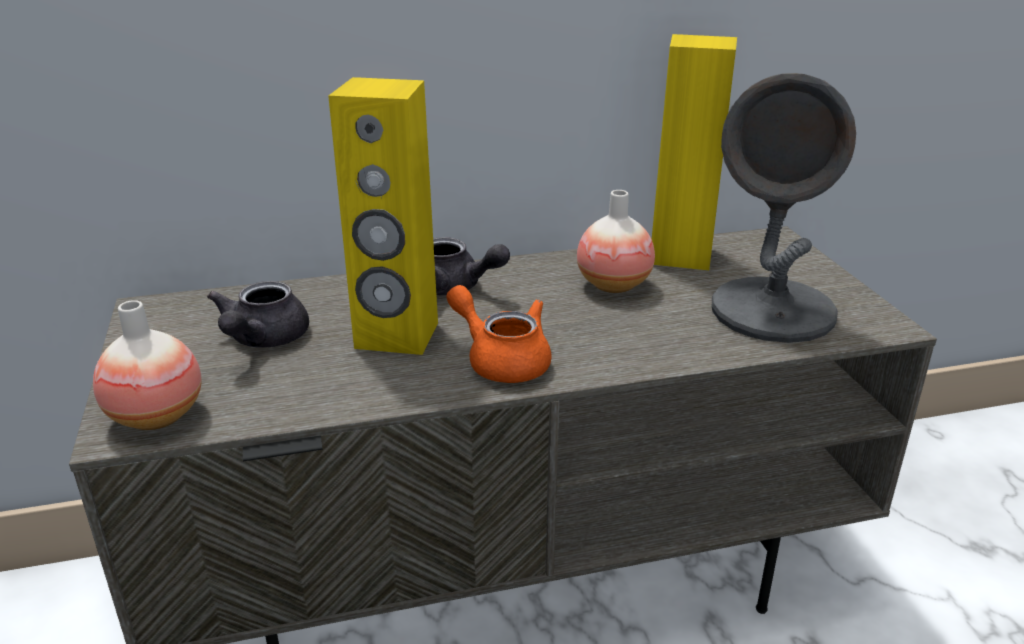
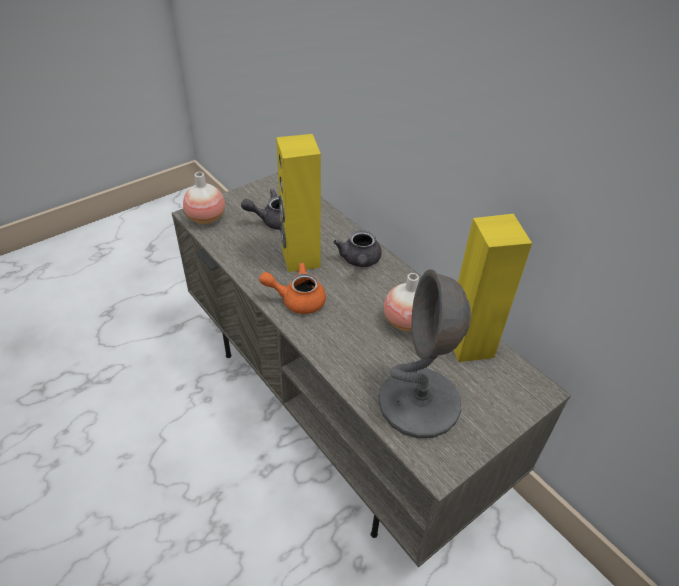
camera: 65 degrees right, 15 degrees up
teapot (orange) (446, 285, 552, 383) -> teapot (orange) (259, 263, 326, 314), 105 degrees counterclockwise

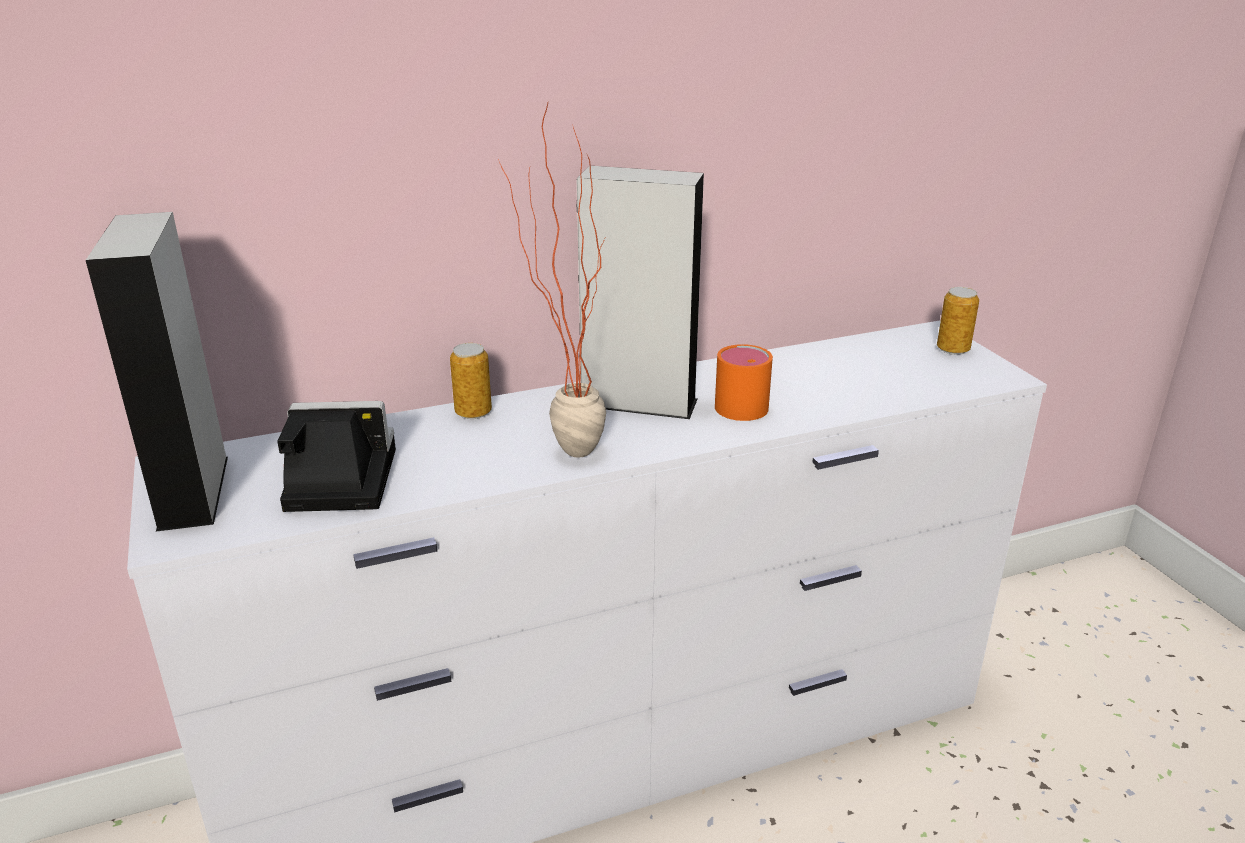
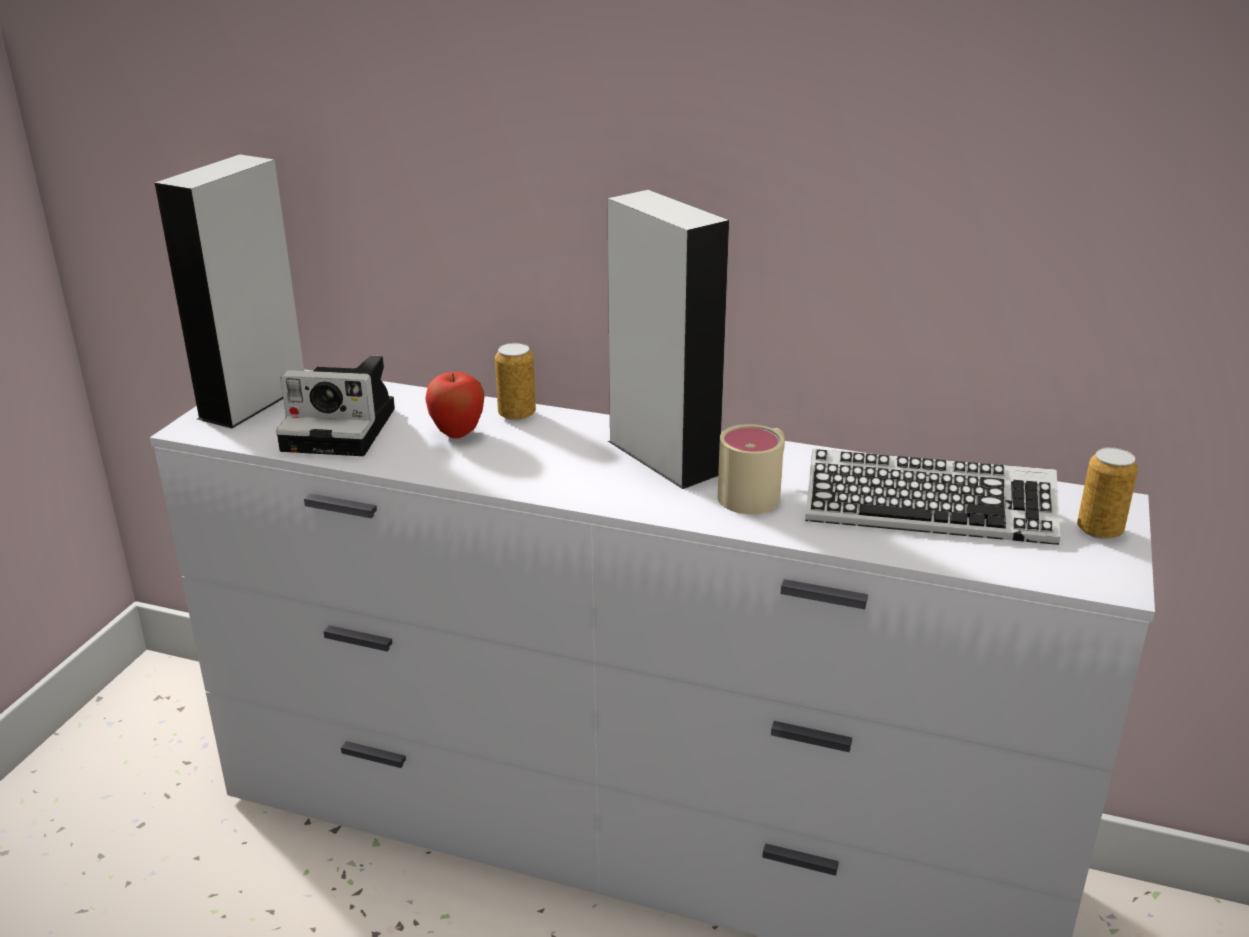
camera: 40 degrees right, 0 degrees up
photo camera (277, 401, 396, 512) -> photo camera (276, 356, 395, 456), 150 degrees clockwise
potted plant (498, 103, 606, 458) -> none
mug (orange) (715, 344, 773, 421) -> mug (beige) (718, 424, 785, 514)
none -> apple (425, 372, 485, 439)
none -> keyboard (805, 449, 1060, 545)

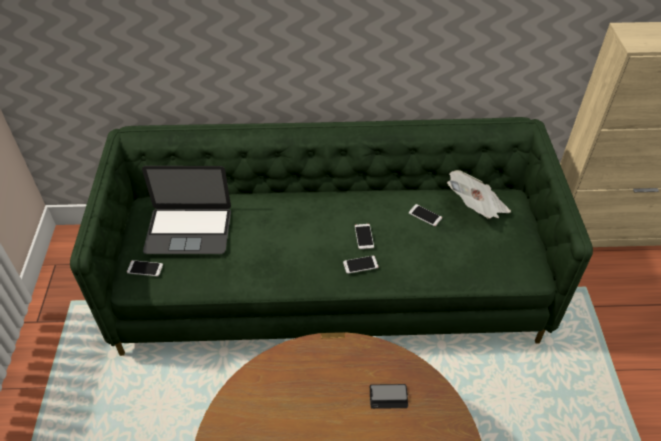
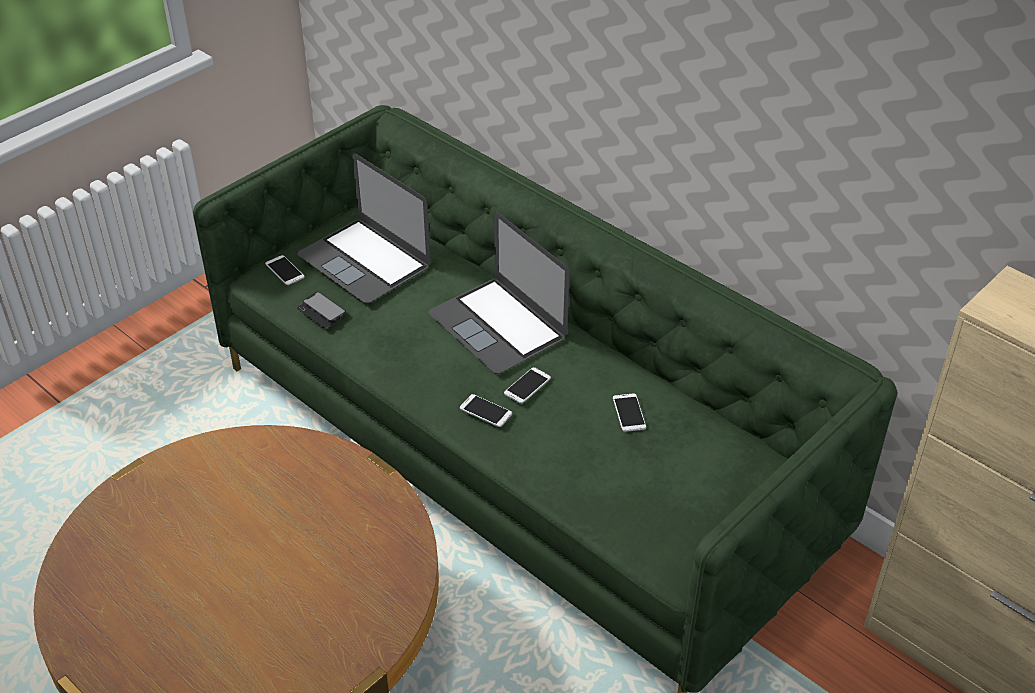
camera: 45 degrees right, 5 degrees down
phone (370, 384, 408, 409) -> phone (297, 292, 346, 328), move
newspaper (447, 170, 511, 219) -> none
none -> laptop (428, 212, 570, 374)

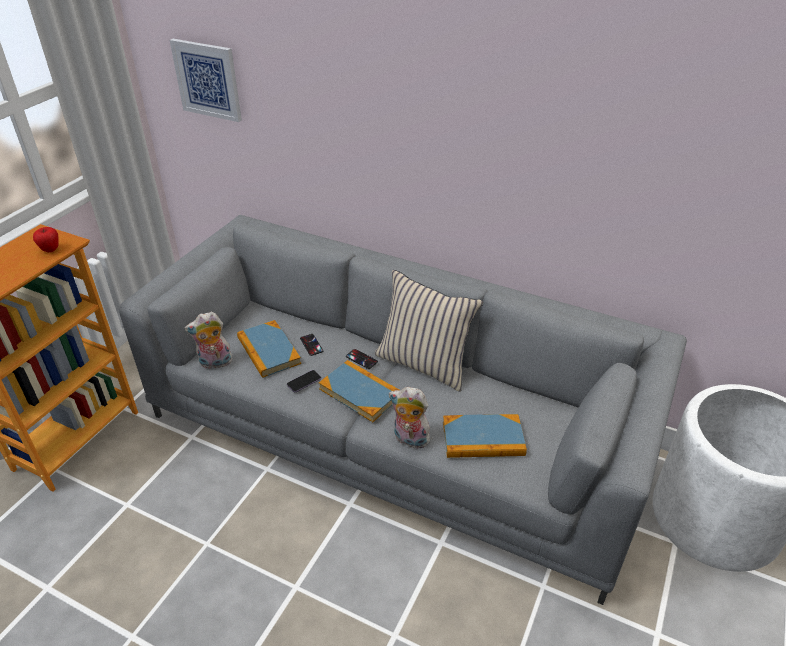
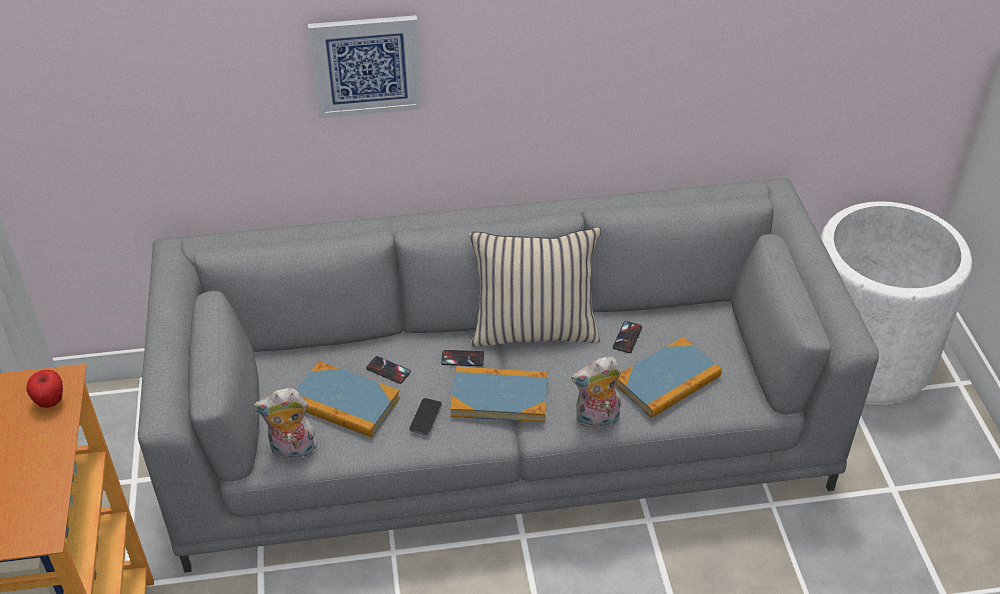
camera: 35 degrees left, 5 degrees up
picture (170, 39, 242, 122) -> picture (308, 15, 422, 118), move
plush toy (185, 312, 233, 369) -> plush toy (253, 388, 319, 460), 45 degrees clockwise
none -> phone (613, 321, 642, 353)

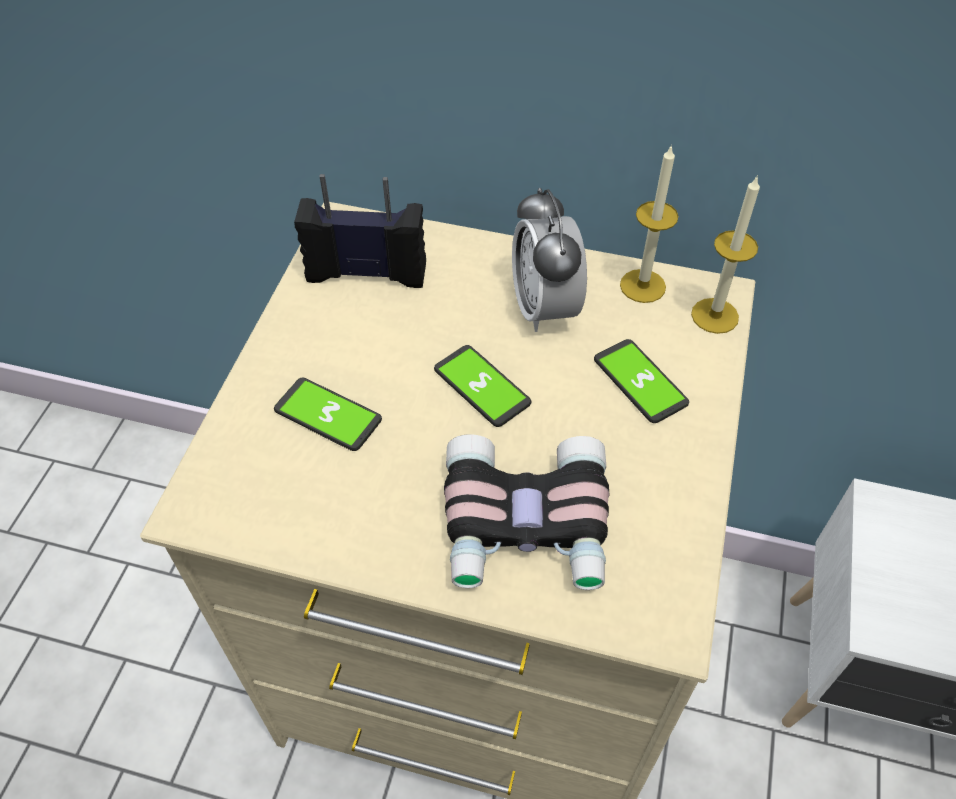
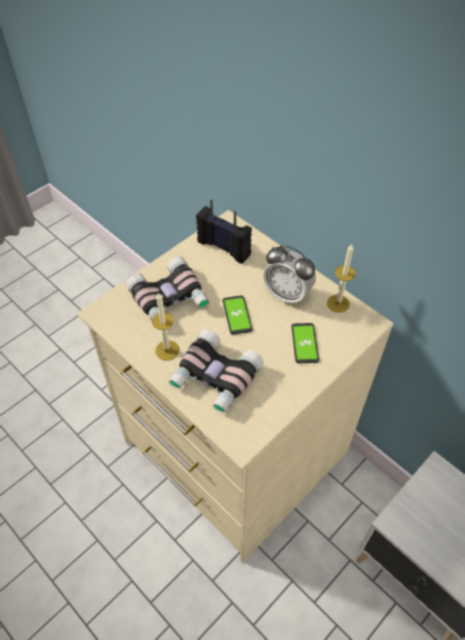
camera: 30 degrees right, 0 degrees up
phone (274, 378, 382, 451) -> binoculars (125, 256, 209, 321)
alarm clock (512, 188, 587, 332) -> alarm clock (263, 245, 316, 306), 75 degrees counterclockwise
candle (691, 175, 760, 334) -> candle (152, 292, 179, 360), move

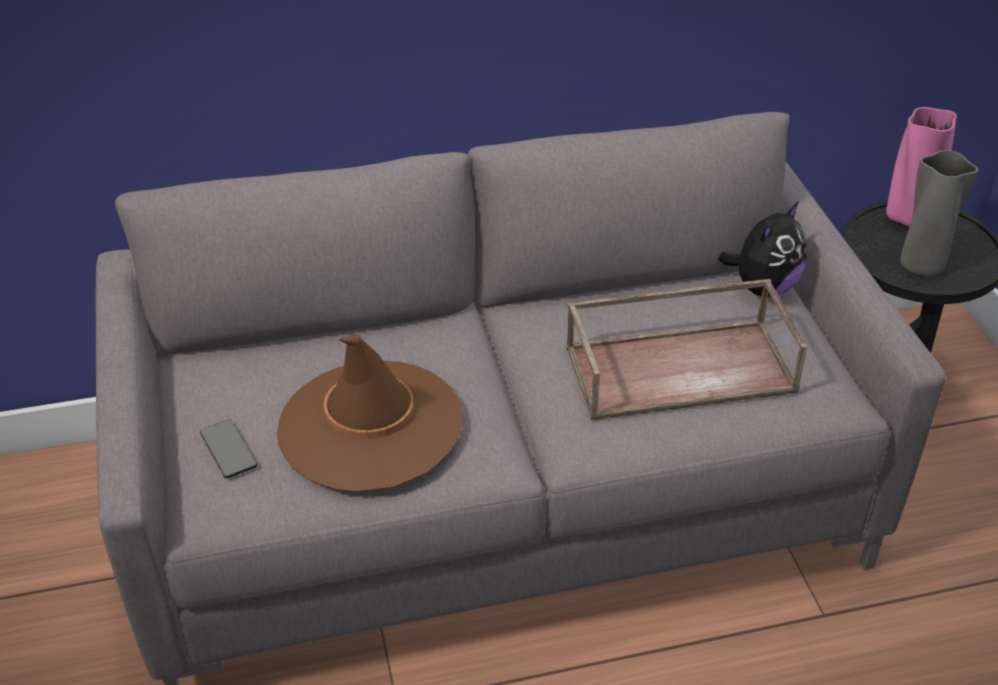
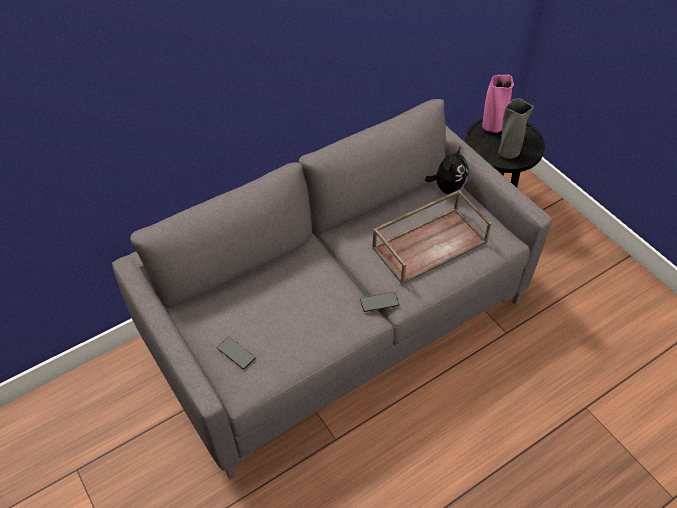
camera: 20 degrees left, 10 degrees up
hat (brown) (277, 334, 463, 492) -> none
none -> phone (360, 292, 399, 312)

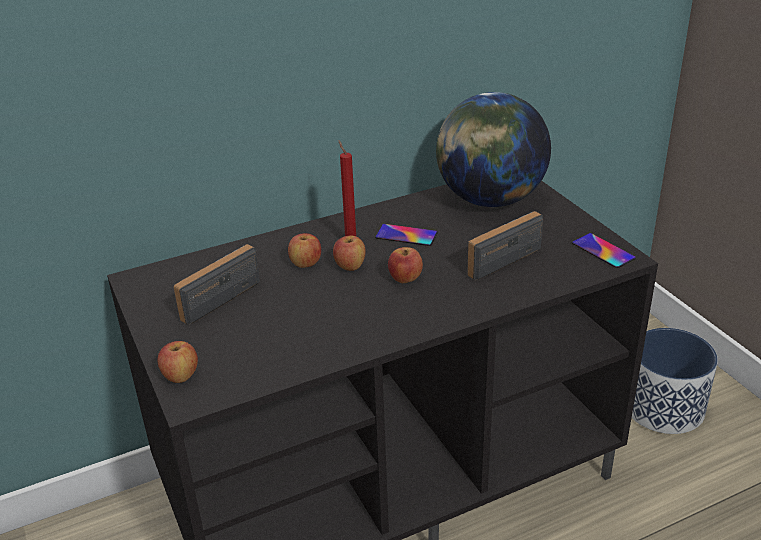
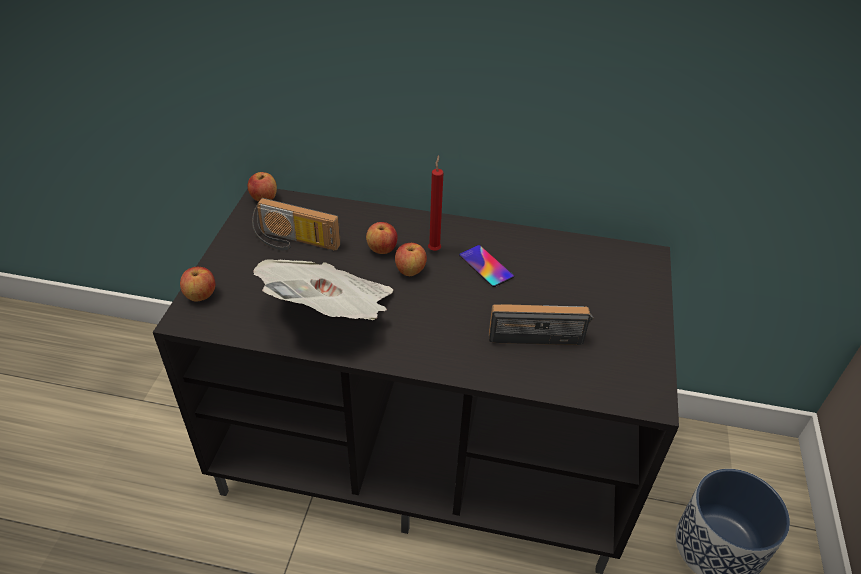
camera: 35 degrees right, 10 degrees up
radio (174, 244, 260, 325) -> radio (252, 198, 341, 250), 150 degrees counterclockwise
apple (388, 247, 423, 283) -> apple (248, 172, 277, 202), move
globe (436, 92, 551, 207) -> none
phone (572, 233, 636, 268) -> none
none -> newspaper (253, 259, 393, 320)

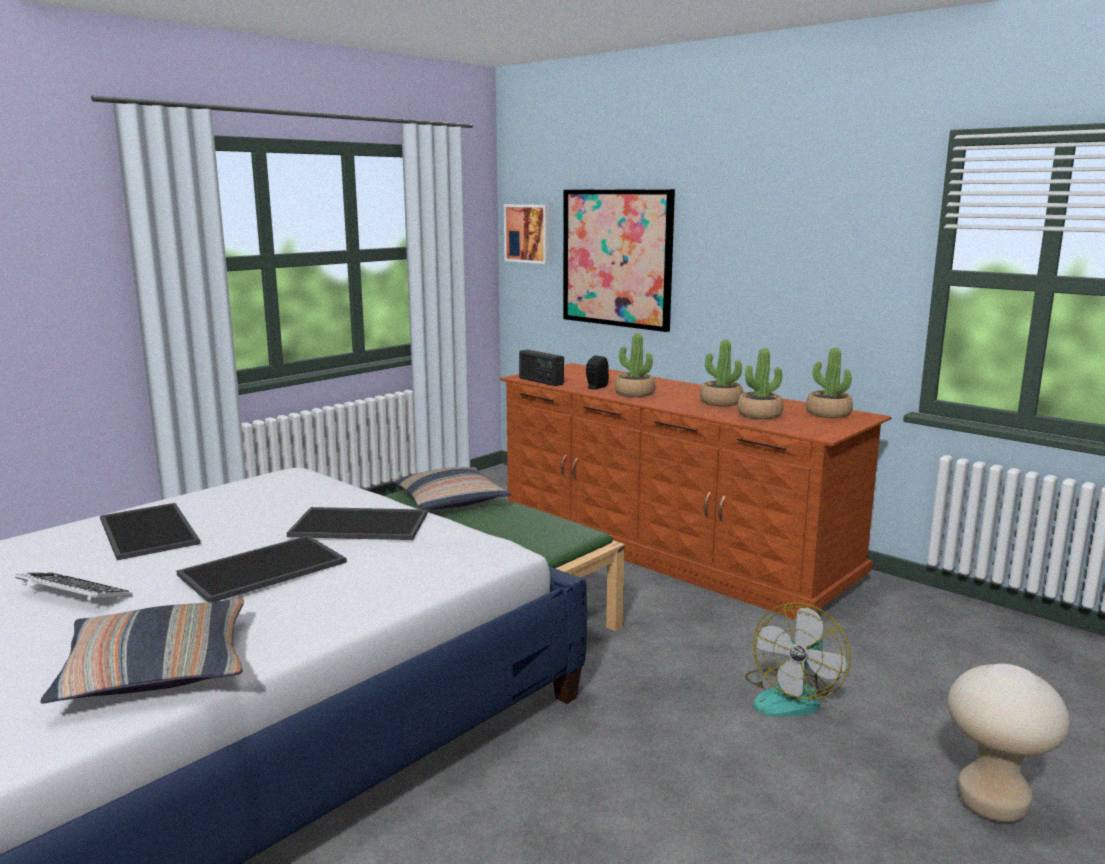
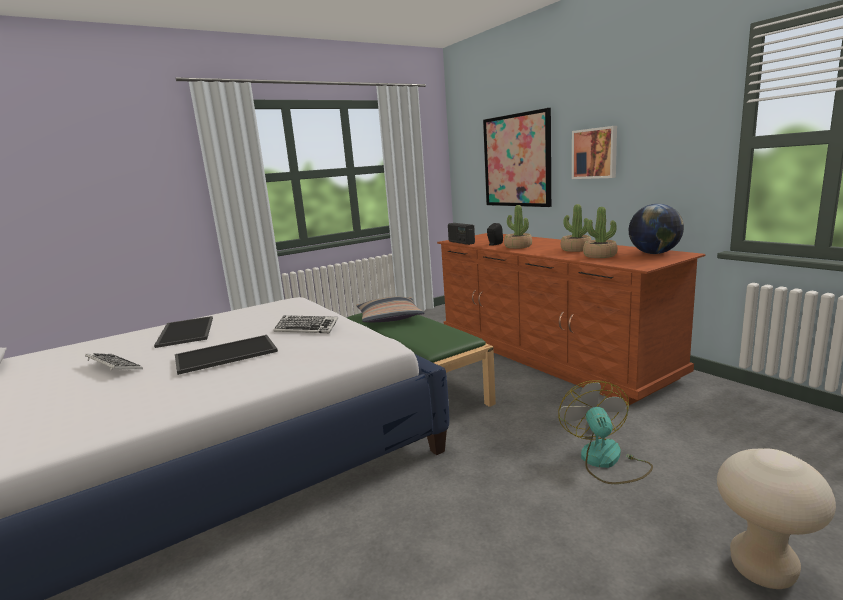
camera: 15 degrees right, 0 degrees up
pillow (40, 598, 244, 704) -> none
tray (287, 507, 428, 540) -> keyboard (273, 315, 338, 333)
picture (504, 204, 550, 264) -> picture (572, 126, 617, 179), move
fan (745, 603, 851, 717) -> fan (558, 380, 653, 484), 135 degrees clockwise
potted plant (806, 347, 853, 418) -> globe (629, 204, 684, 254)

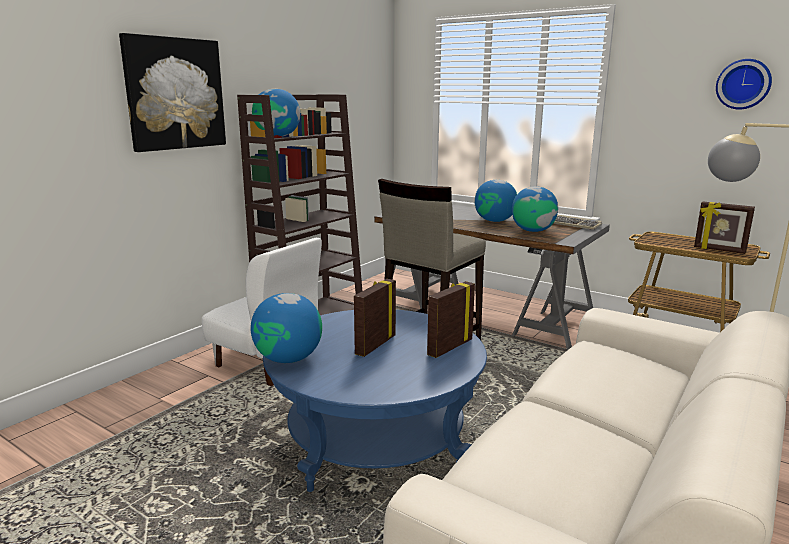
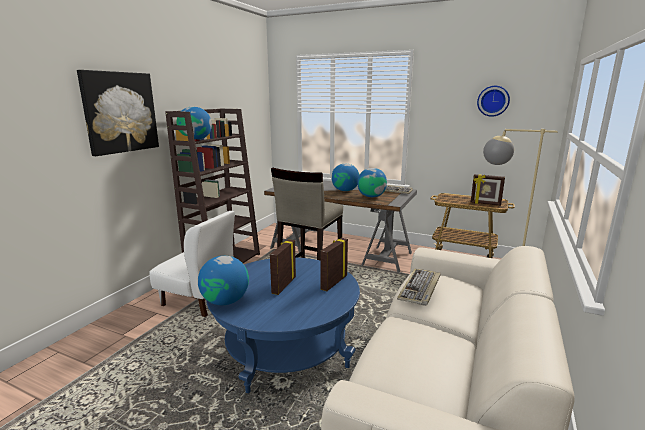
camera: 10 degrees left, 0 degrees up
none -> keyboard (397, 269, 441, 306)

